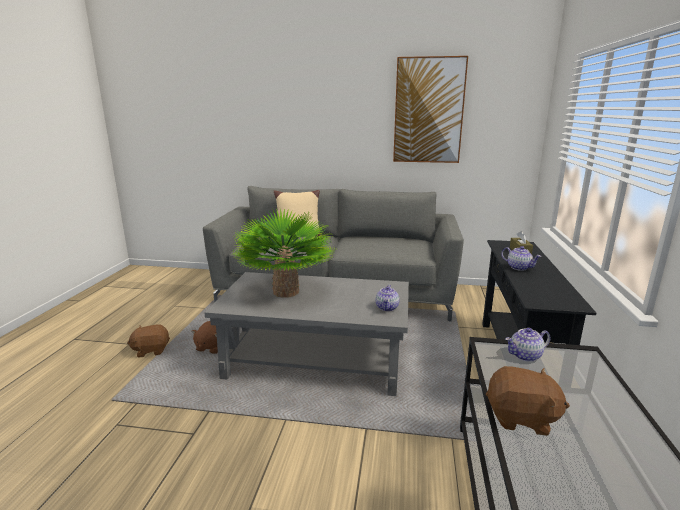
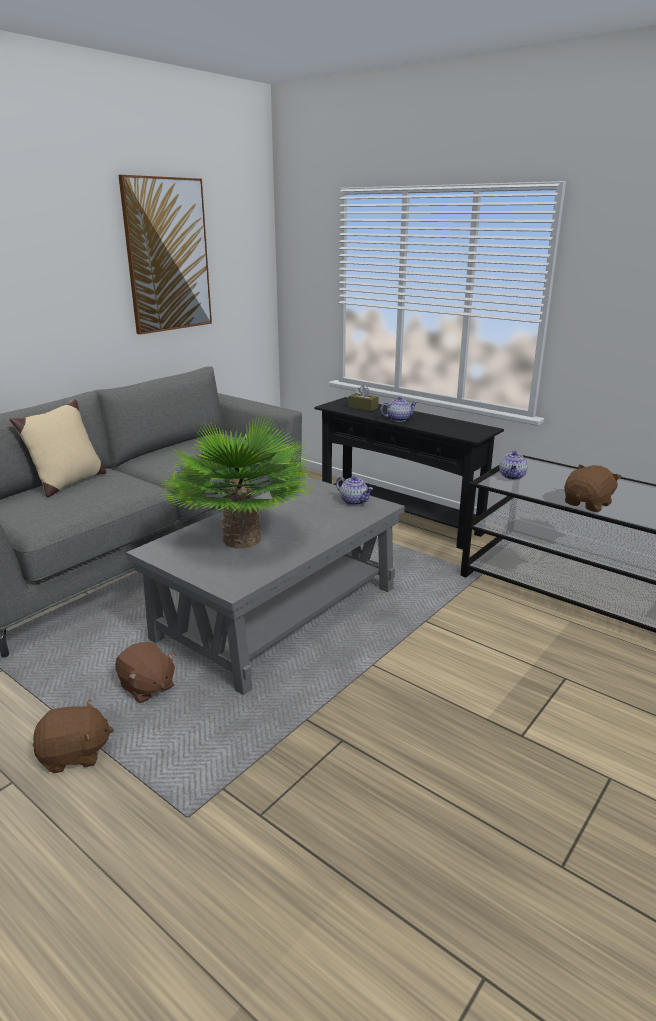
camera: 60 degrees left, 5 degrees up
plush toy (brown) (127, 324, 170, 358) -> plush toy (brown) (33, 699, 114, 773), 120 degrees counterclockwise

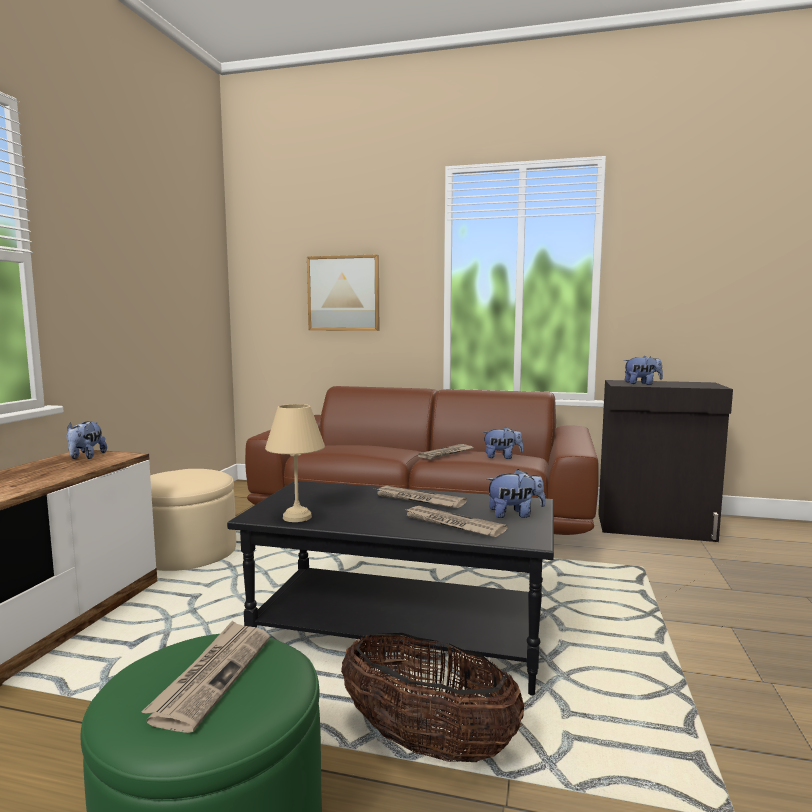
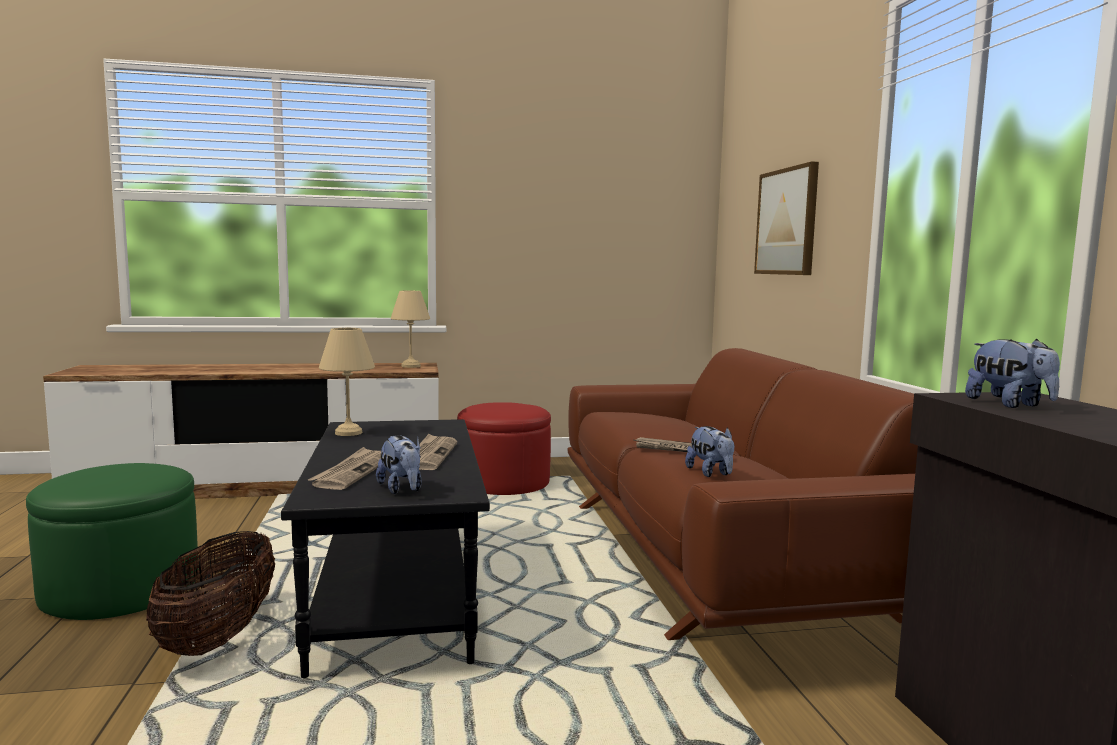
camera: 65 degrees right, 0 degrees up
plush toy (66, 421, 107, 459) -> table lamp (beige) (391, 291, 430, 368)
newspaper (141, 620, 270, 733) -> none
ottoman (beige) (150, 469, 236, 571) -> ottoman (red) (457, 402, 551, 495)

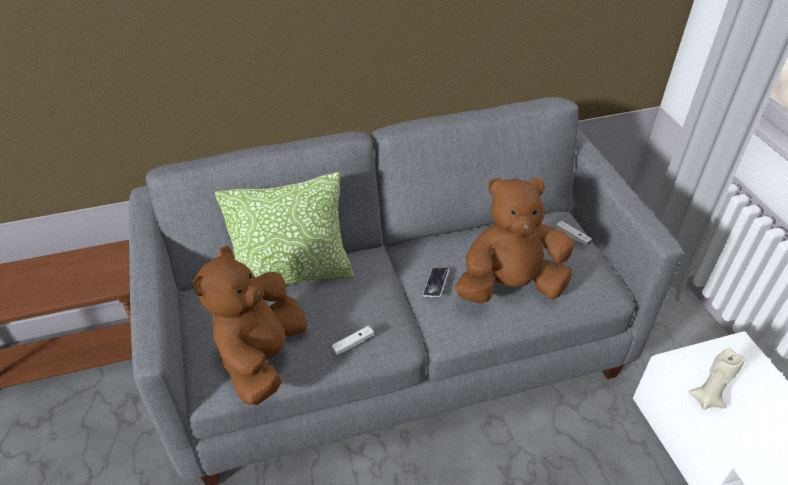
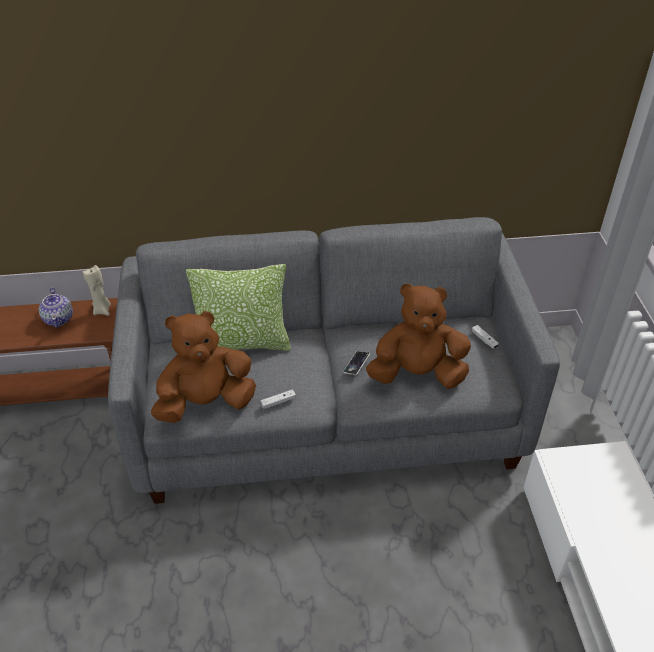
camera: 10 degrees right, 0 degrees up
plush toy (brown) (193, 246, 307, 405) -> plush toy (brown) (151, 311, 256, 423), 45 degrees clockwise
candle (beige) (688, 348, 745, 410) -> candle (beige) (83, 265, 111, 316), move
none -> teapot (39, 288, 73, 328)

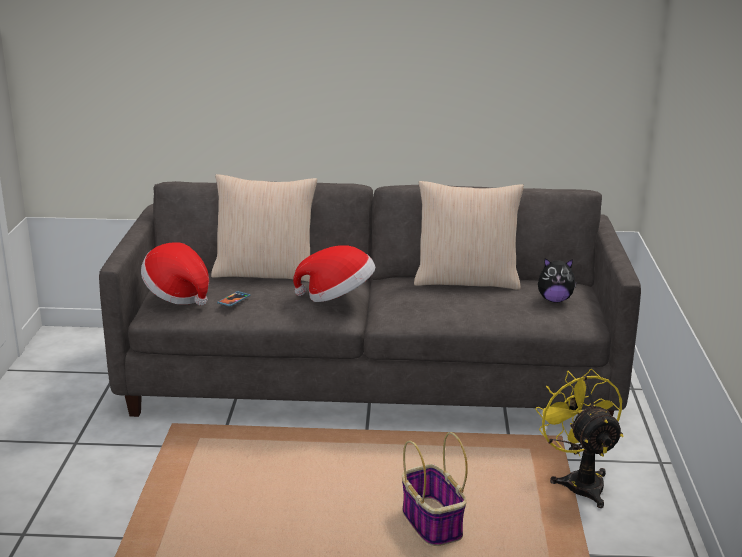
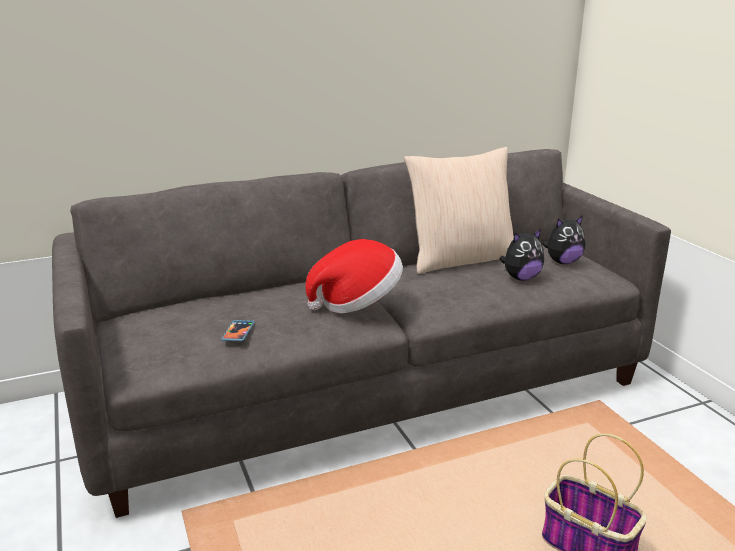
camera: 25 degrees left, 0 degrees up
hat (141, 242, 209, 306) -> none
pillow (beige) (211, 174, 317, 282) -> none
fan (yellow) (535, 369, 624, 508) -> none
none -> plush toy (499, 229, 544, 281)

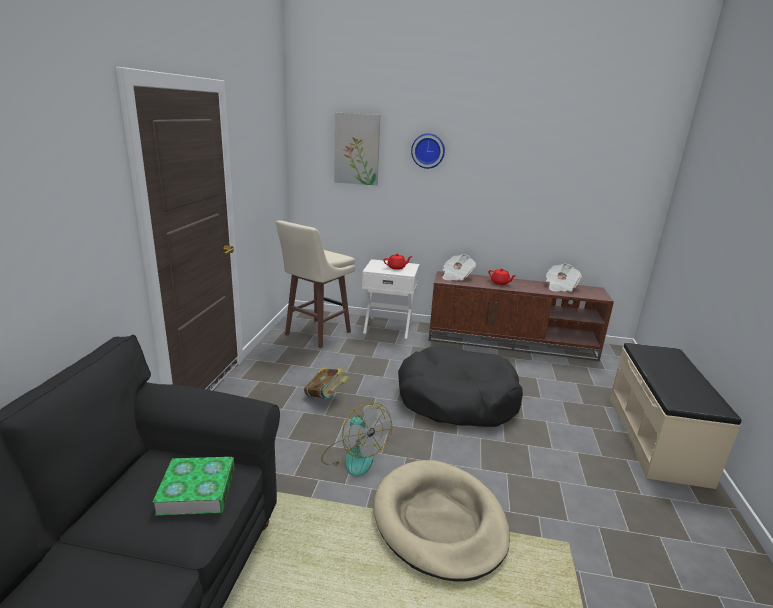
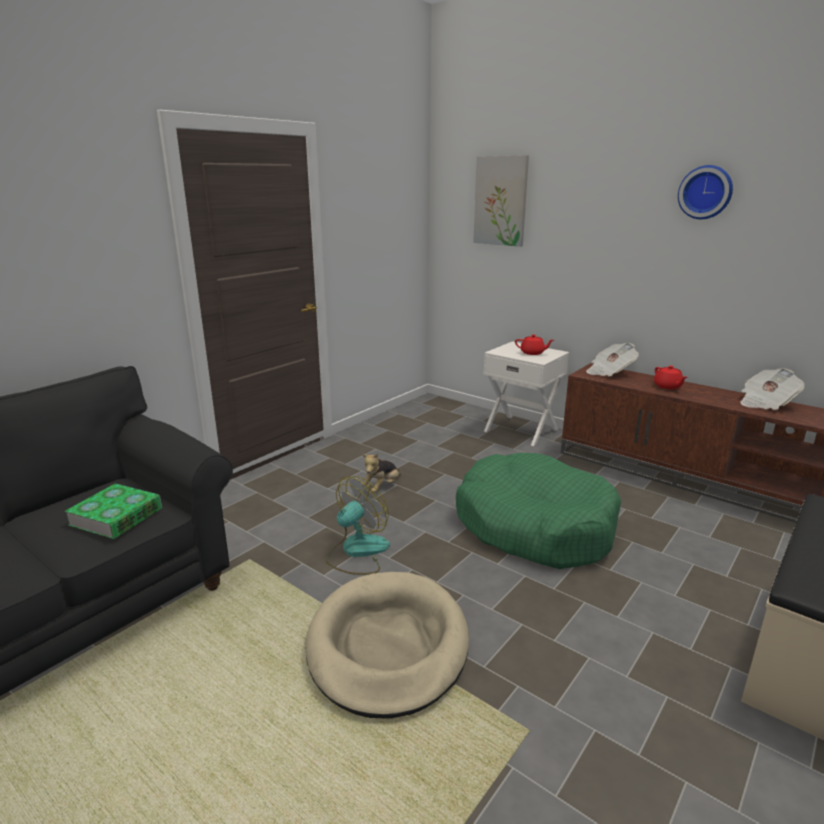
camera: 30 degrees right, 0 degrees up
stool (beige) (276, 220, 355, 348) -> none
book (304, 368, 349, 399) -> plush toy (363, 453, 401, 493)
fan (321, 402, 392, 477) -> fan (326, 476, 390, 575), 135 degrees counterclockwise
dog bed (black) (398, 345, 523, 427) -> dog bed (green) (456, 453, 621, 569)
wall clock (411, 133, 445, 169) -> wall clock (678, 165, 733, 219), move

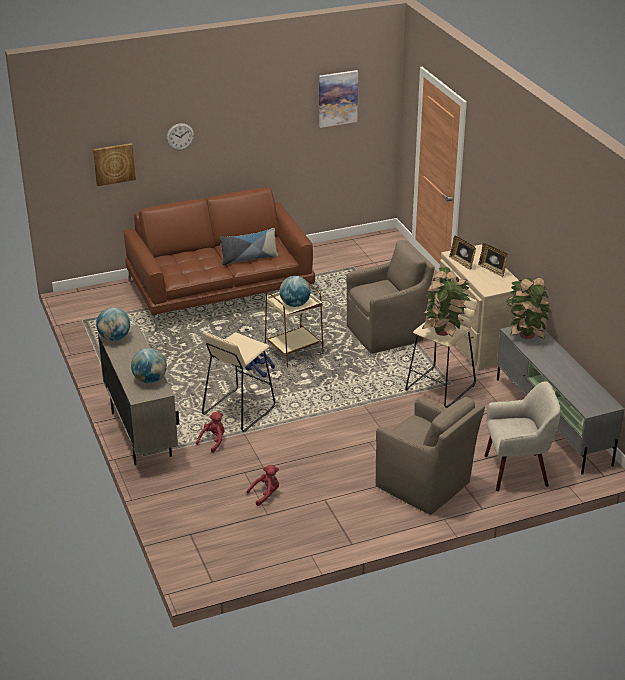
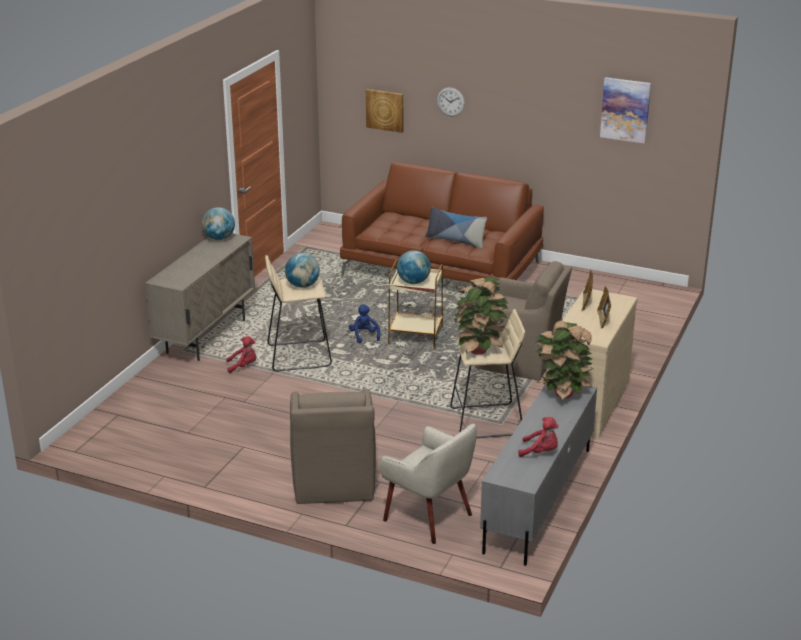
camera: 45 degrees right, 5 degrees down
globe (131, 348, 167, 384) -> globe (285, 253, 320, 288), move
plush toy (red) (246, 465, 279, 506) -> plush toy (red) (518, 417, 558, 457), move

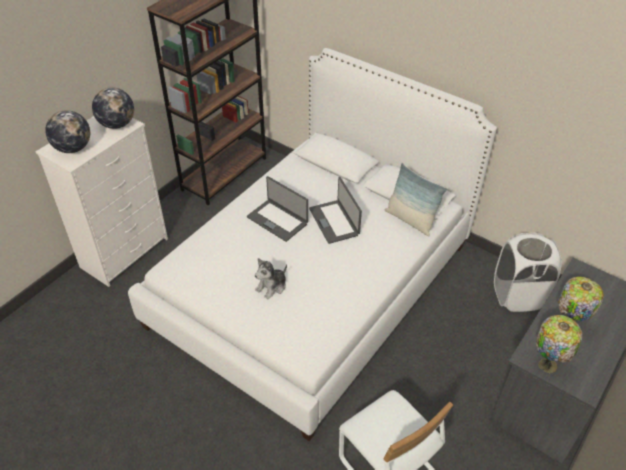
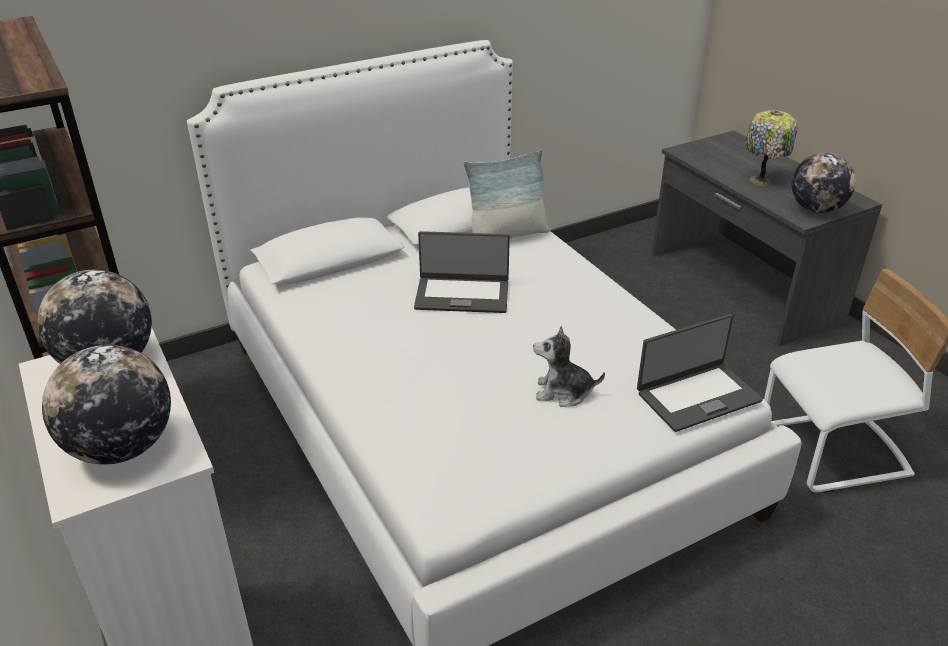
camera: 65 degrees left, 10 degrees down
laptop (247, 176, 308, 242) -> laptop (637, 314, 763, 432), move
plush toy (255, 258, 287, 300) -> plush toy (533, 326, 605, 407), 120 degrees clockwise
laundry basket (white) (494, 232, 562, 312) -> none
table lamp (536, 315, 583, 373) -> globe (792, 153, 855, 213)

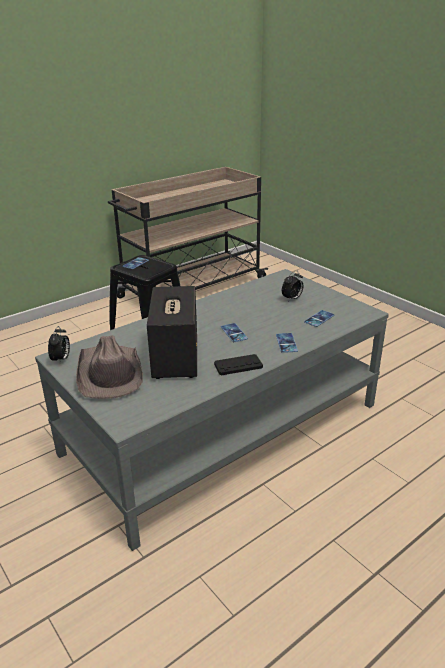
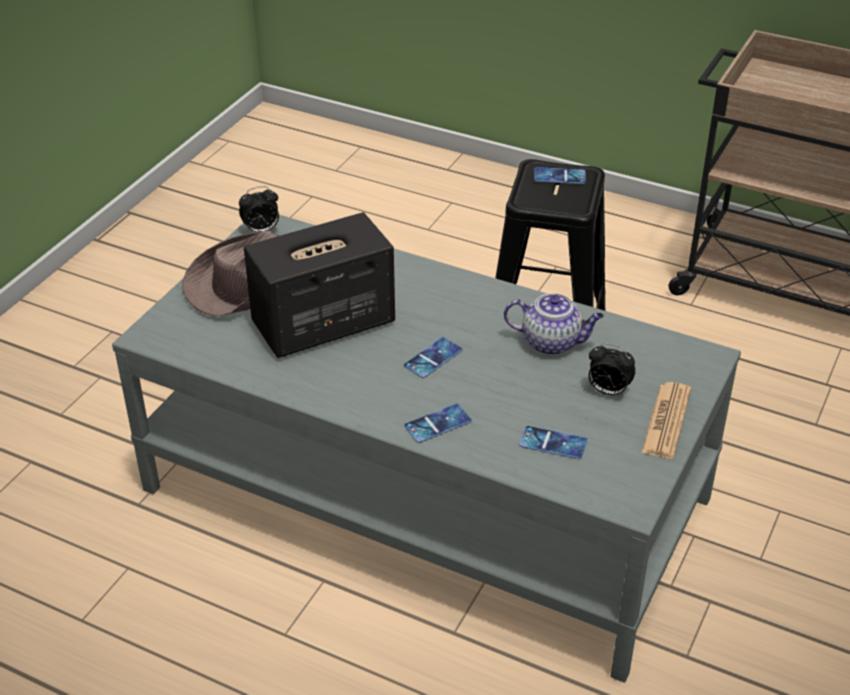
camera: 65 degrees right, 10 degrees up
game controller (black) (214, 354, 263, 375) -> none
none -> teapot (504, 293, 604, 355)
none -> newspaper (642, 382, 691, 459)

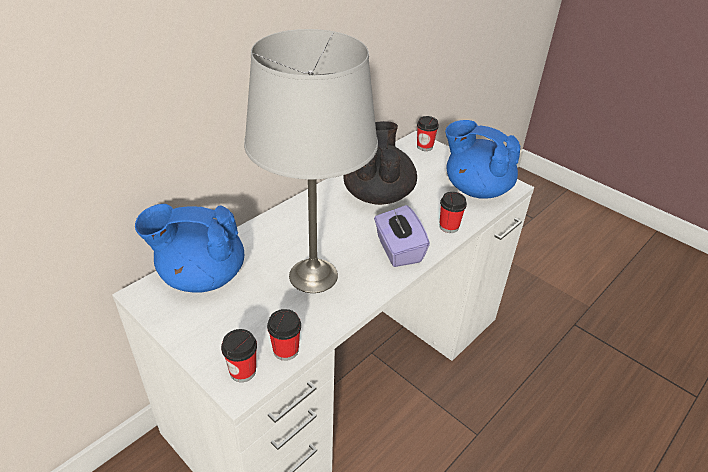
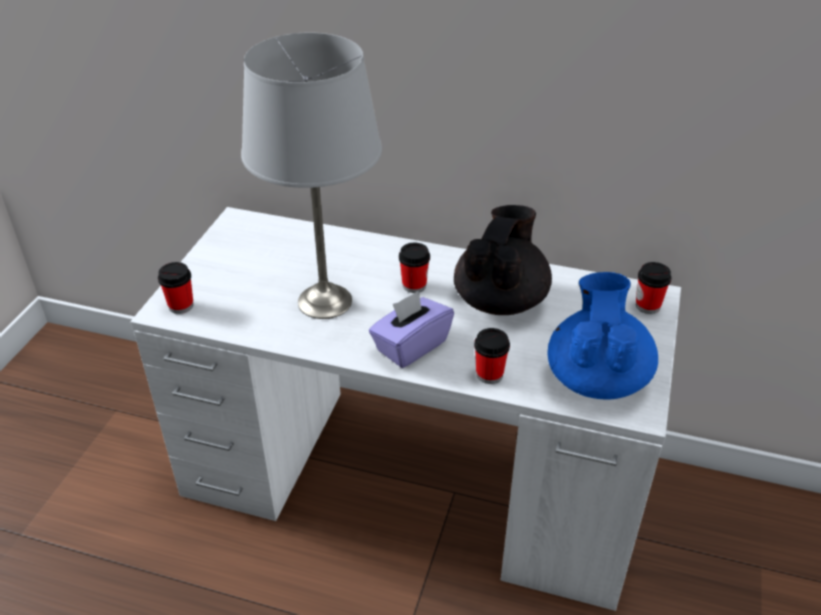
camera: 65 degrees right, 0 degrees up
teapot (blue) (135, 204, 244, 293) -> none
cup (267, 309, 301, 361) -> cup (399, 242, 430, 293), move
teapot (black) (343, 121, 417, 205) -> teapot (black) (454, 205, 552, 315), 45 degrees counterclockwise

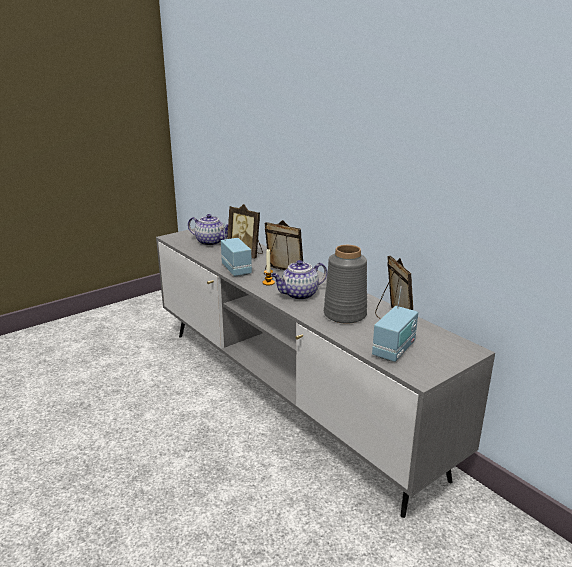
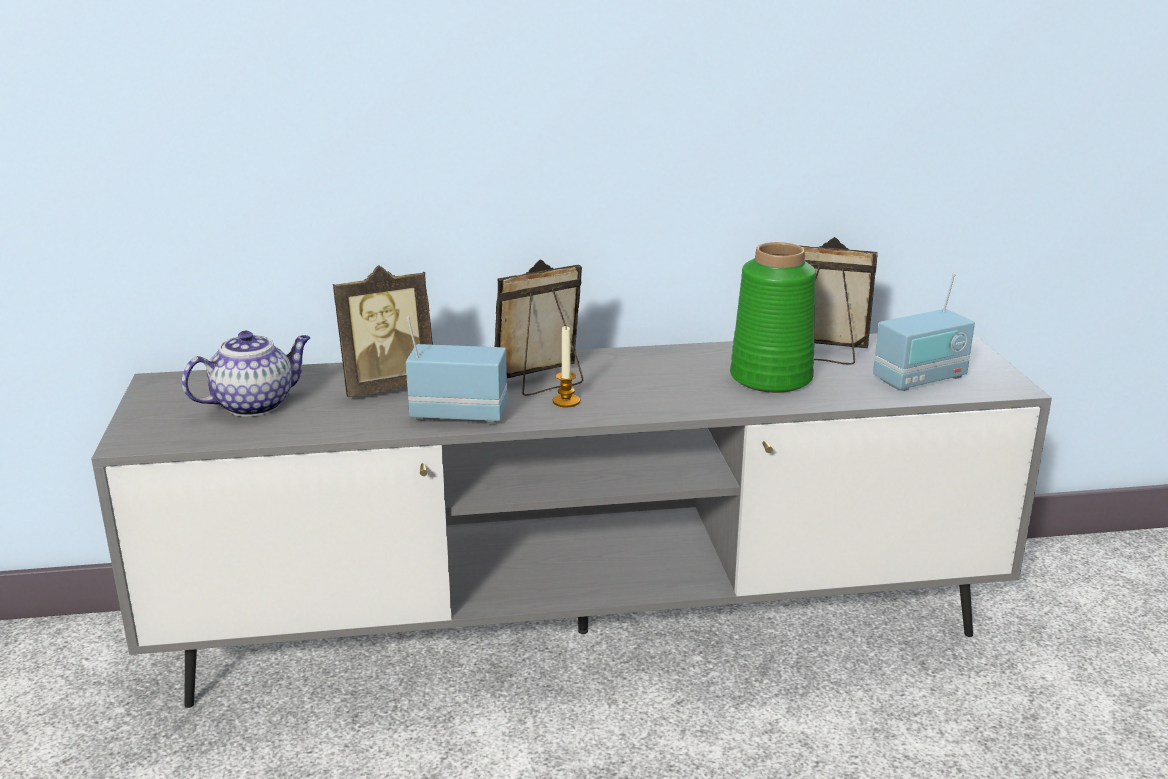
camera: 60 degrees left, 0 degrees up
teapot (271, 260, 327, 300) -> none
vase (grey) (324, 245, 367, 324) -> vase (green) (730, 242, 816, 393)
radio (372, 286, 418, 362) -> radio (873, 273, 975, 391), 90 degrees clockwise

